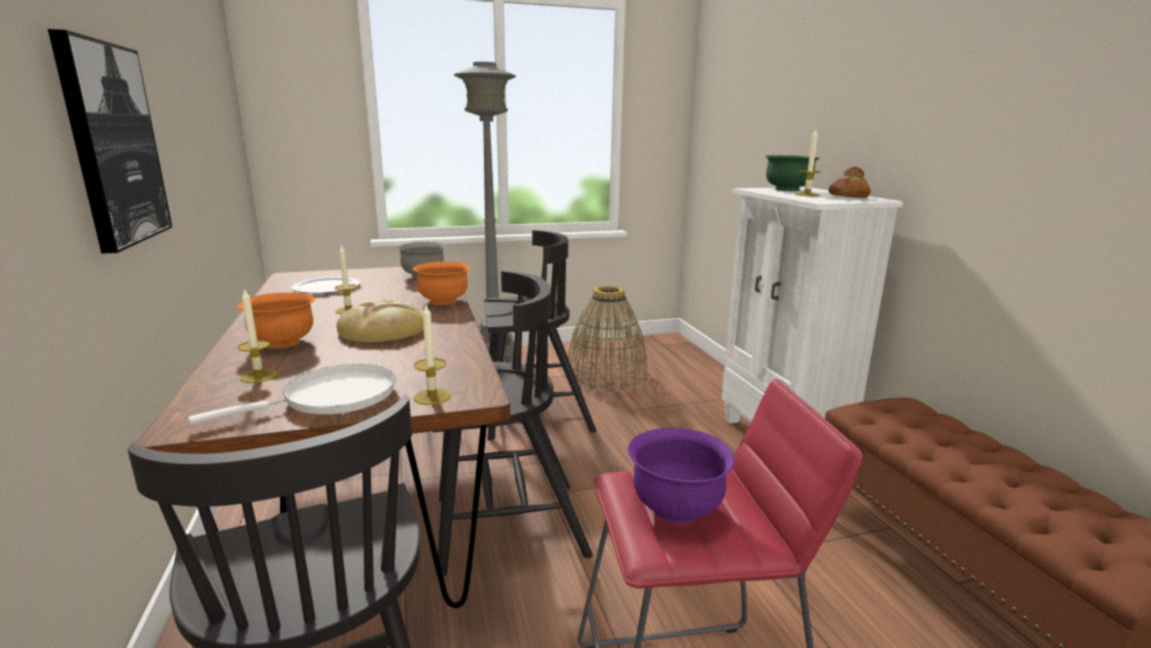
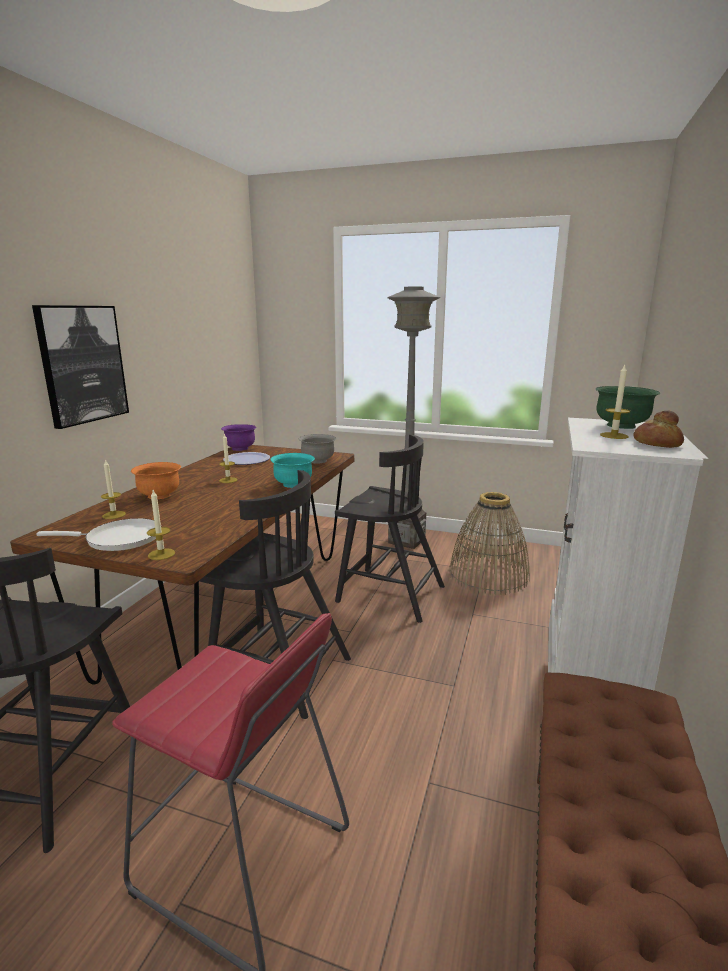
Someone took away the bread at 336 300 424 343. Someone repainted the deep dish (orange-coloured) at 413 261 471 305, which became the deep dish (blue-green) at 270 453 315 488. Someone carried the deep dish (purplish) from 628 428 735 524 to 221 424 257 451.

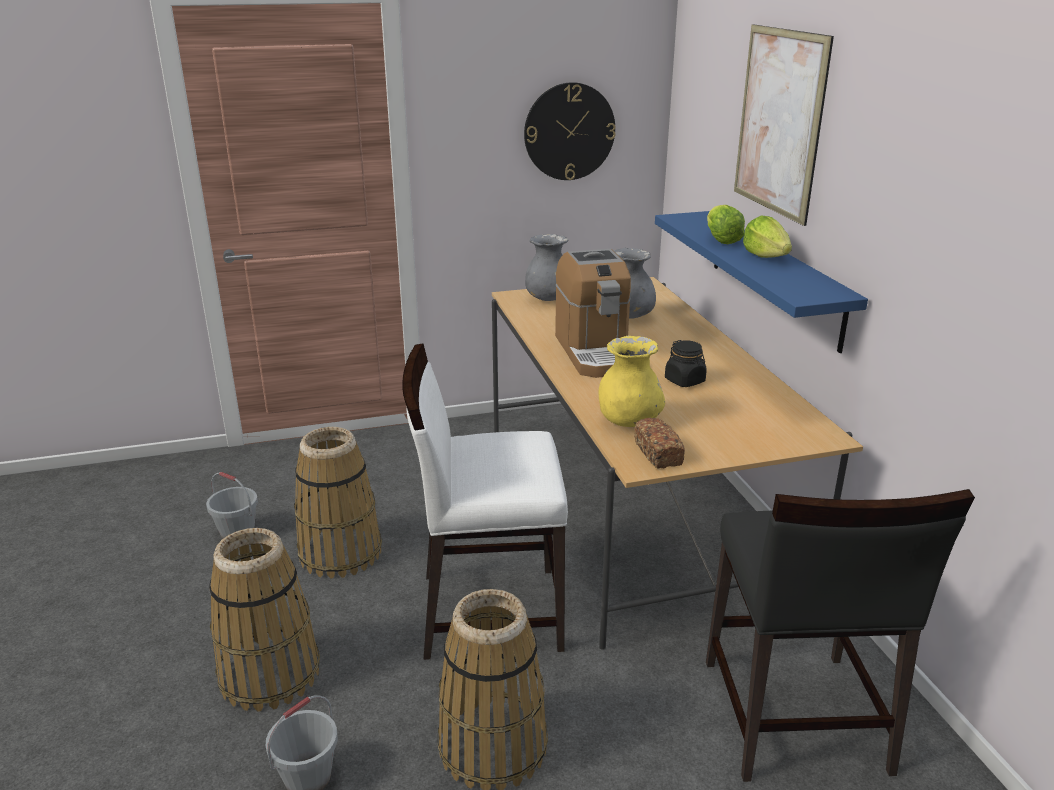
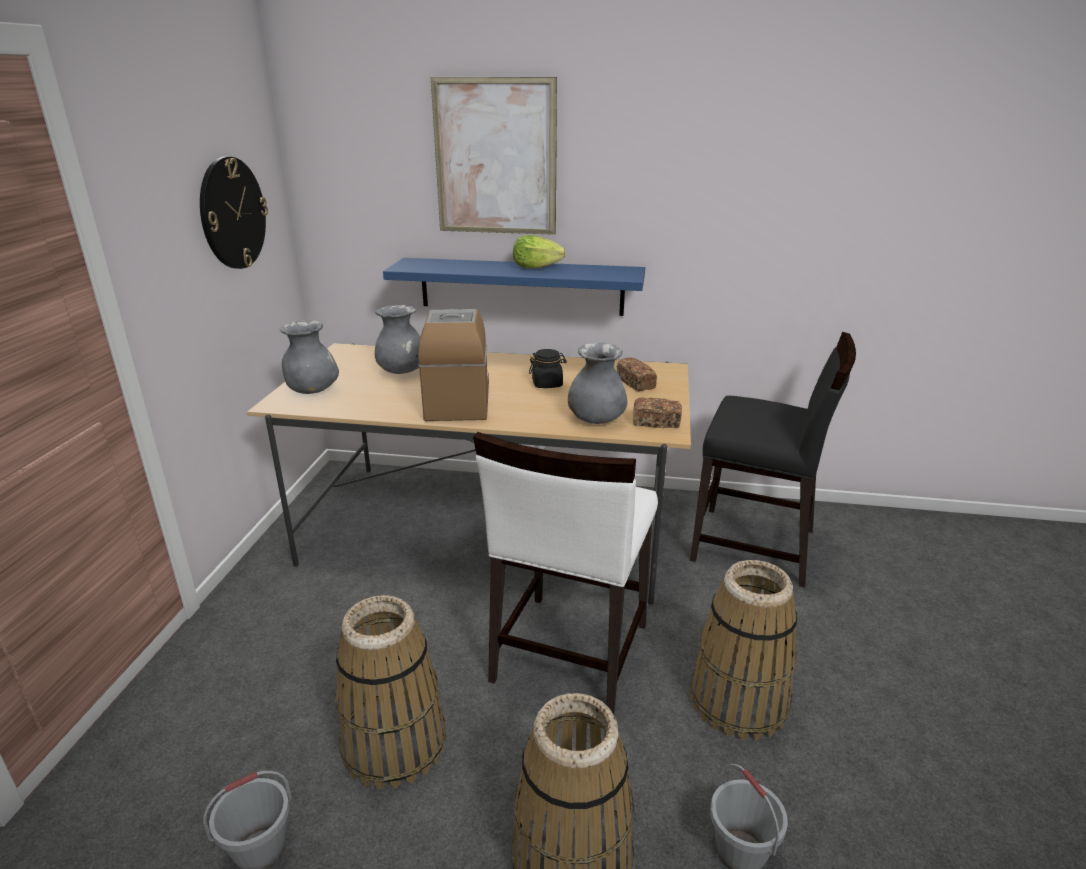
Someone rotated the coffee maker at 555 249 631 378 by 105 degrees counterclockwise. Someone repainted the decorative vase (yellow-coloured) at 599 336 665 427, which became the decorative vase (grey) at 568 342 627 424. Someone took away the head of lettuce at 707 205 745 244. Someone put down the bread at 617 357 657 391.

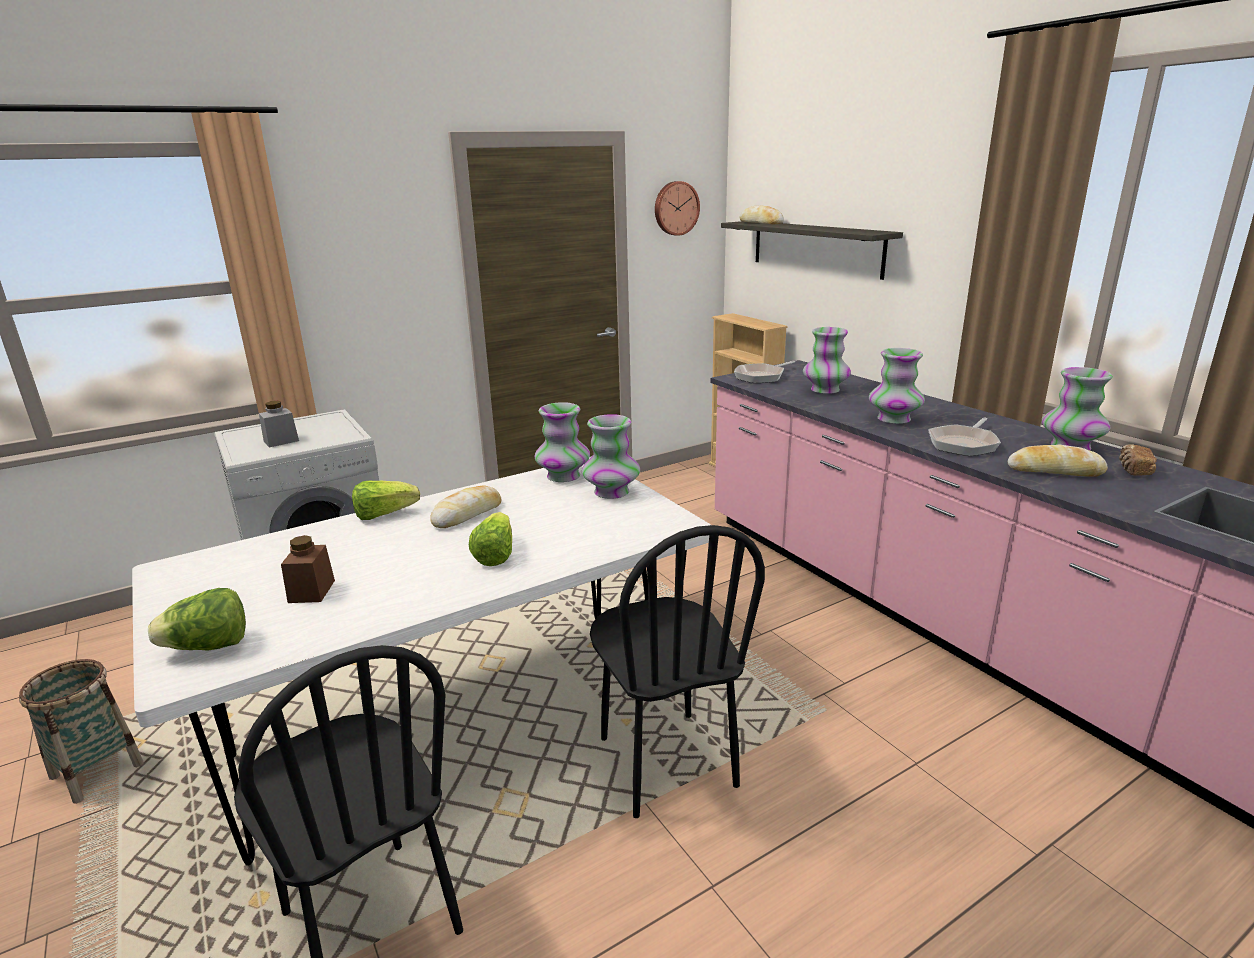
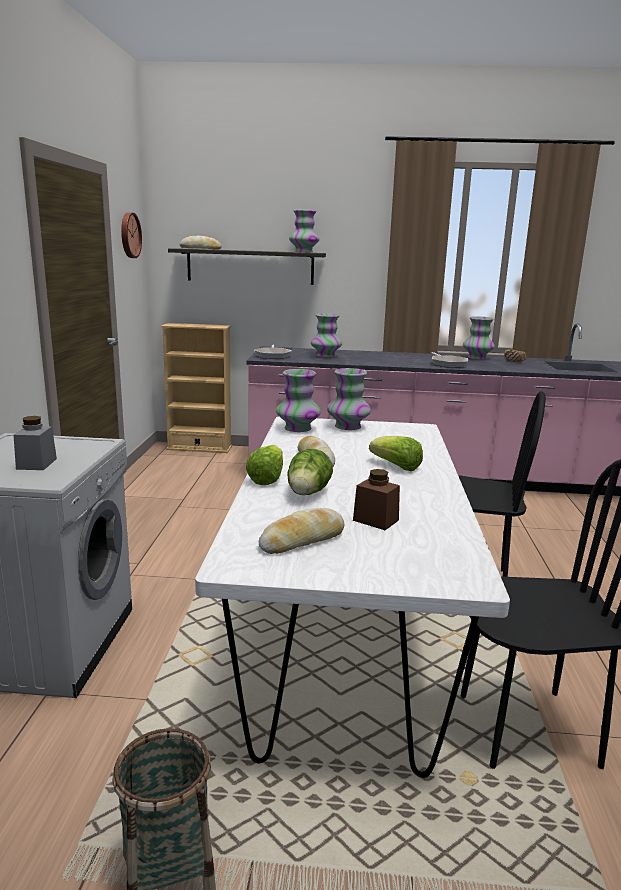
Someone carried the head of lettuce from 148 588 246 651 to 287 449 333 495. Someone carried the decorative vase from 869 348 925 424 to 289 210 319 252. Someone carried the bread from 1008 445 1108 477 to 258 508 344 554.

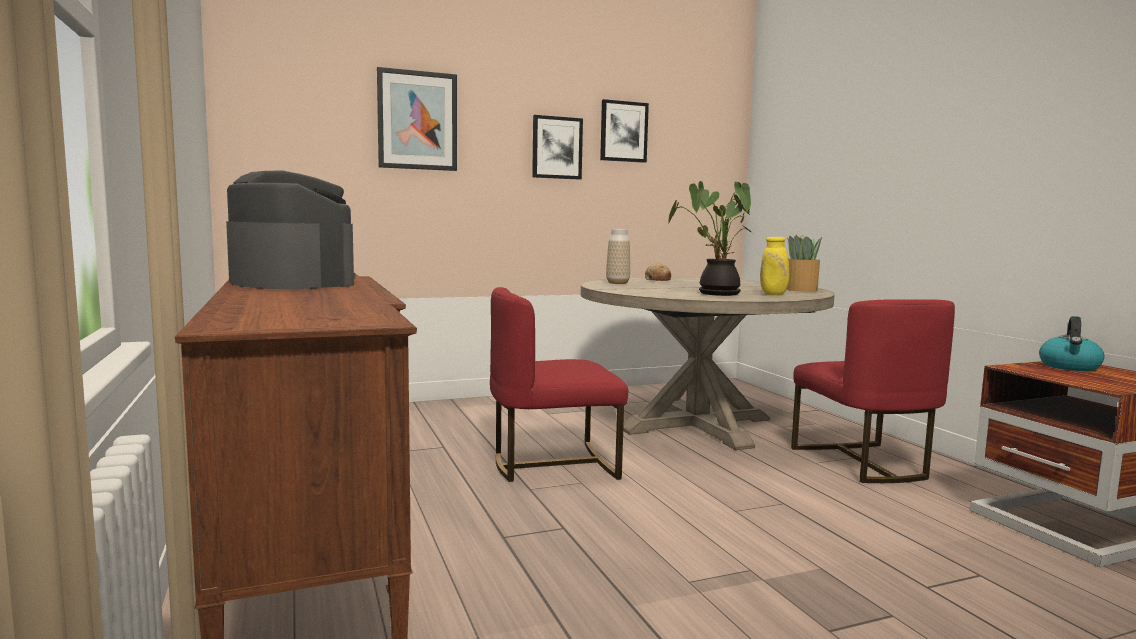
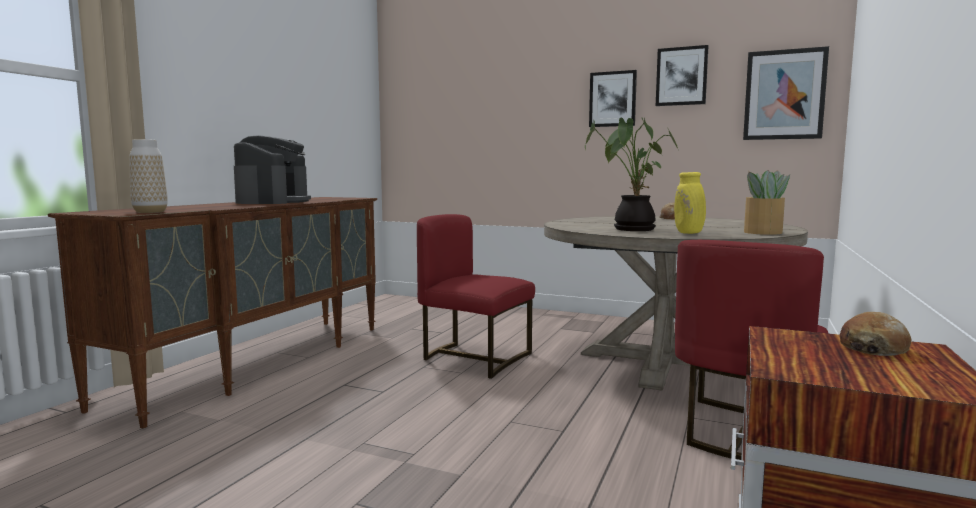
Someone carried the wall art from 377 67 457 171 to 743 46 829 140. Someone carried the decorative vase from 606 229 630 284 to 129 139 168 213. Someone swapped the kettle at 1039 316 1105 371 for the bread at 840 312 912 356.

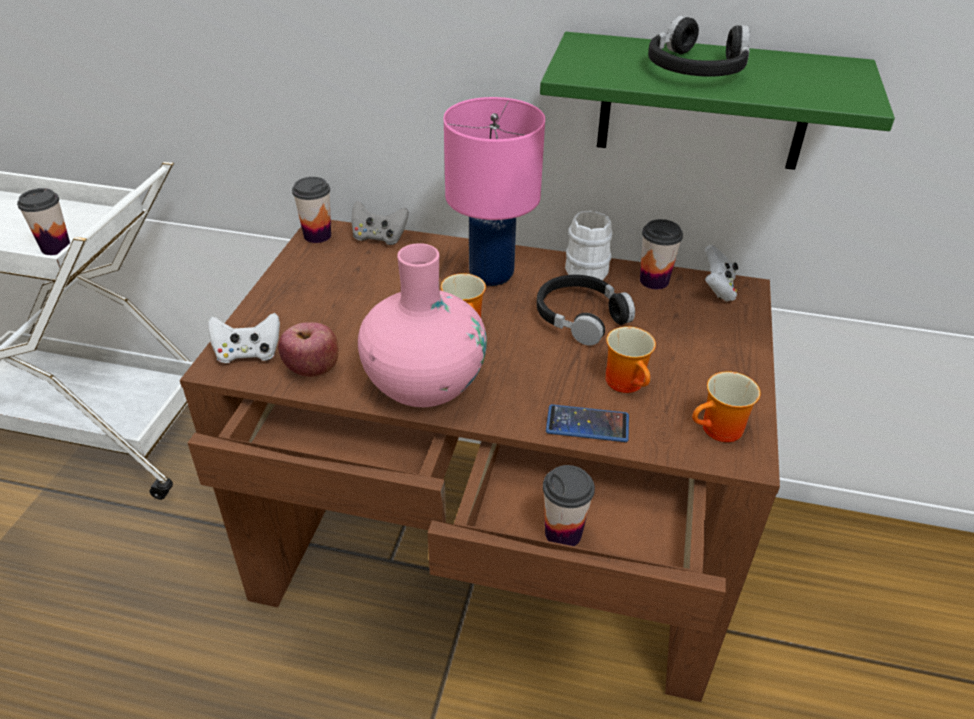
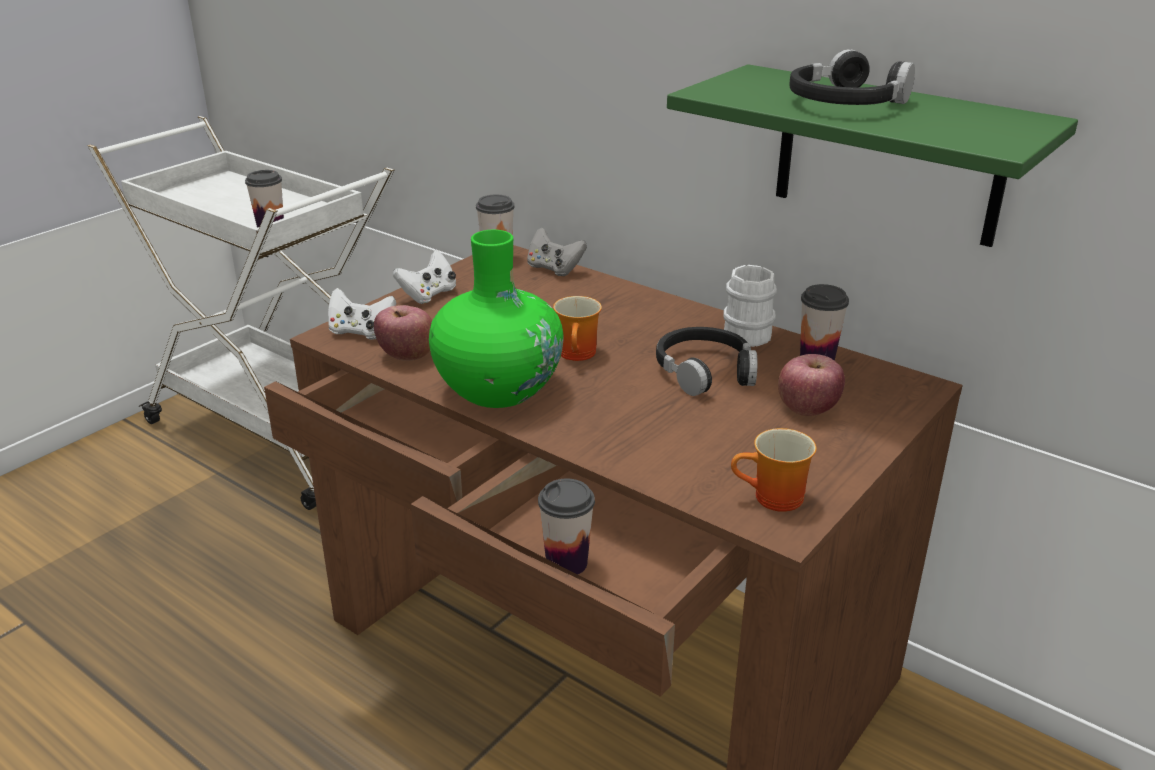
Someone repainted the decorative vase (pink-coloured) at 358 243 487 407, which became the decorative vase (greenish) at 429 230 563 408. Someone took away the lamp for a table (pink-coloured) at 444 97 545 286. Someone took away the phone at 546 404 629 442. Someone took away the coffee mug at 605 326 656 393. Someone carried the game controller (white) from 705 244 738 301 to 393 250 456 304. Someone put down the whole apple at 778 354 845 416.

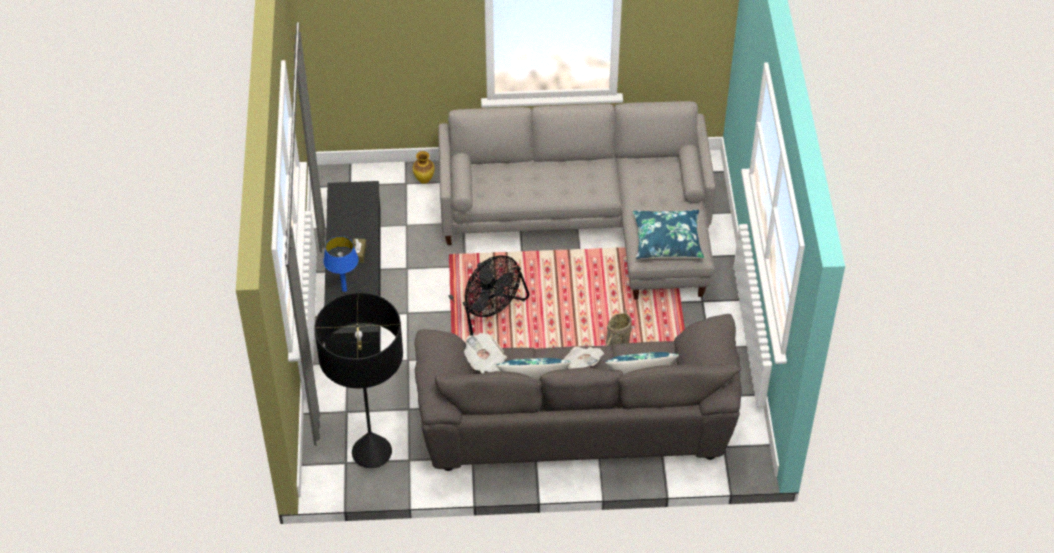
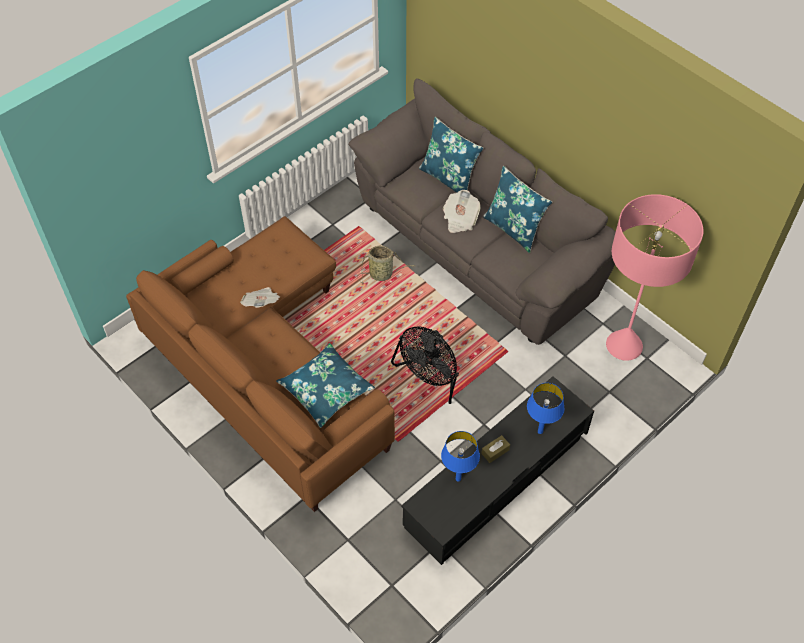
Someone repainted the standing lamp (black) at 314 292 403 468, which became the standing lamp (pink-coloured) at 606 194 703 361. Someone took away the decorative vase at 413 151 435 184. Someone repainted the sofa (grey) at 438 101 716 299, which became the sofa (brownish) at 126 216 395 512. Someone rotated the fan (black) at 449 256 529 336 by 150 degrees counterclockwise. Someone carried the newspaper from 464 333 507 373 to 240 287 280 308. Someone carried the cushion (bluish) from 633 210 704 259 to 276 343 375 428. Someone put down the lamp for a table (bluish) at 441 431 480 482.

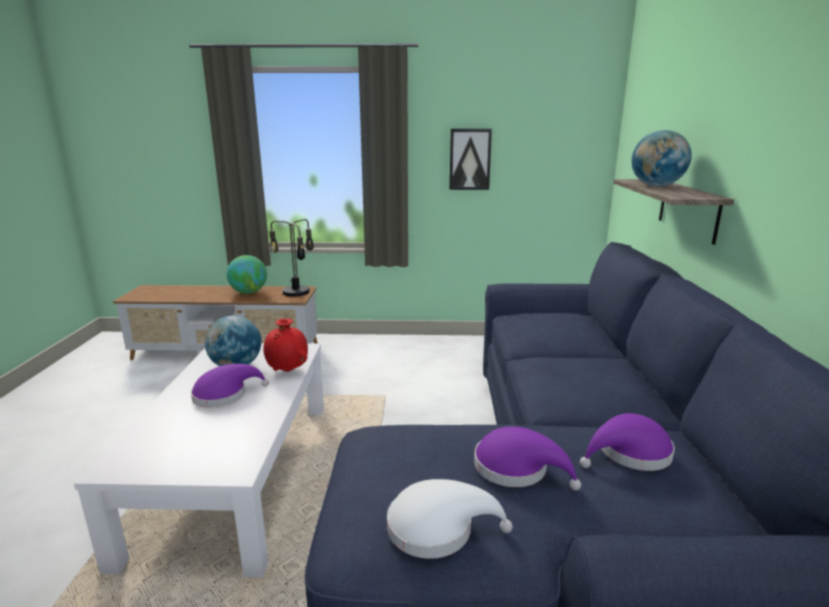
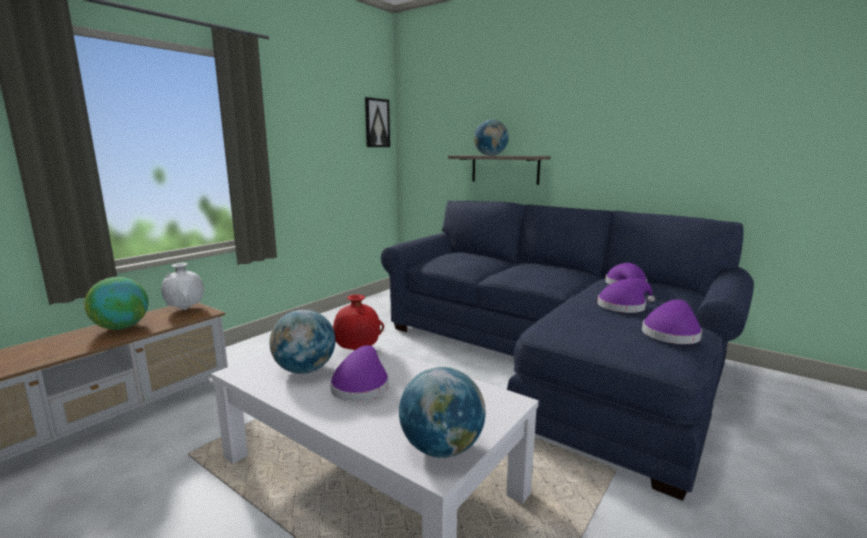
Someone swapped the lamp for a table at 270 219 314 296 for the decorative vase (white) at 161 263 204 310. Someone repainted the clothing hat (white) at 387 479 513 559, which became the clothing hat (purplish) at 642 299 702 344. Someone carried the wall art from 449 129 492 190 to 365 97 390 147. Someone put down the world globe at 399 367 486 458.

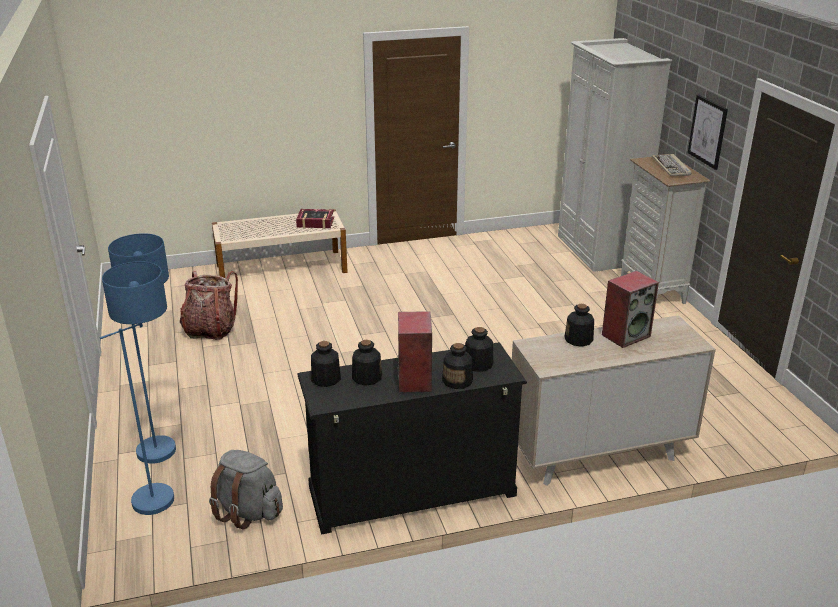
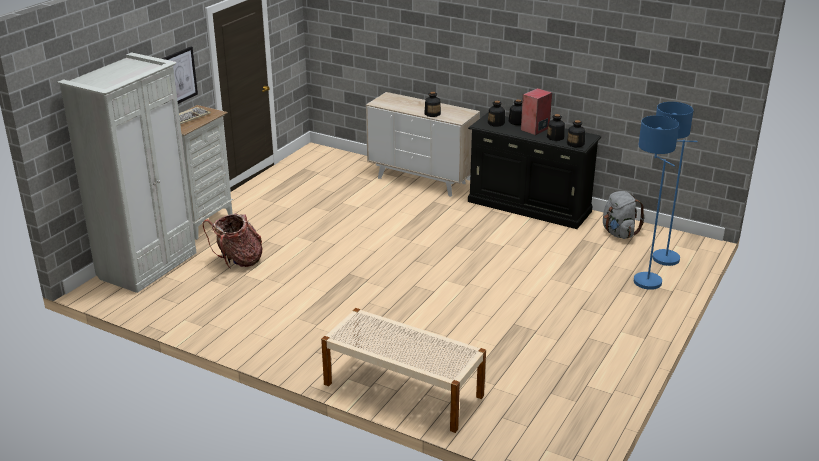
Someone carried the rucksack from 180 271 238 340 to 203 213 262 268. Someone took away the book at 296 209 334 229. Someone took away the speaker at 602 271 659 348.

